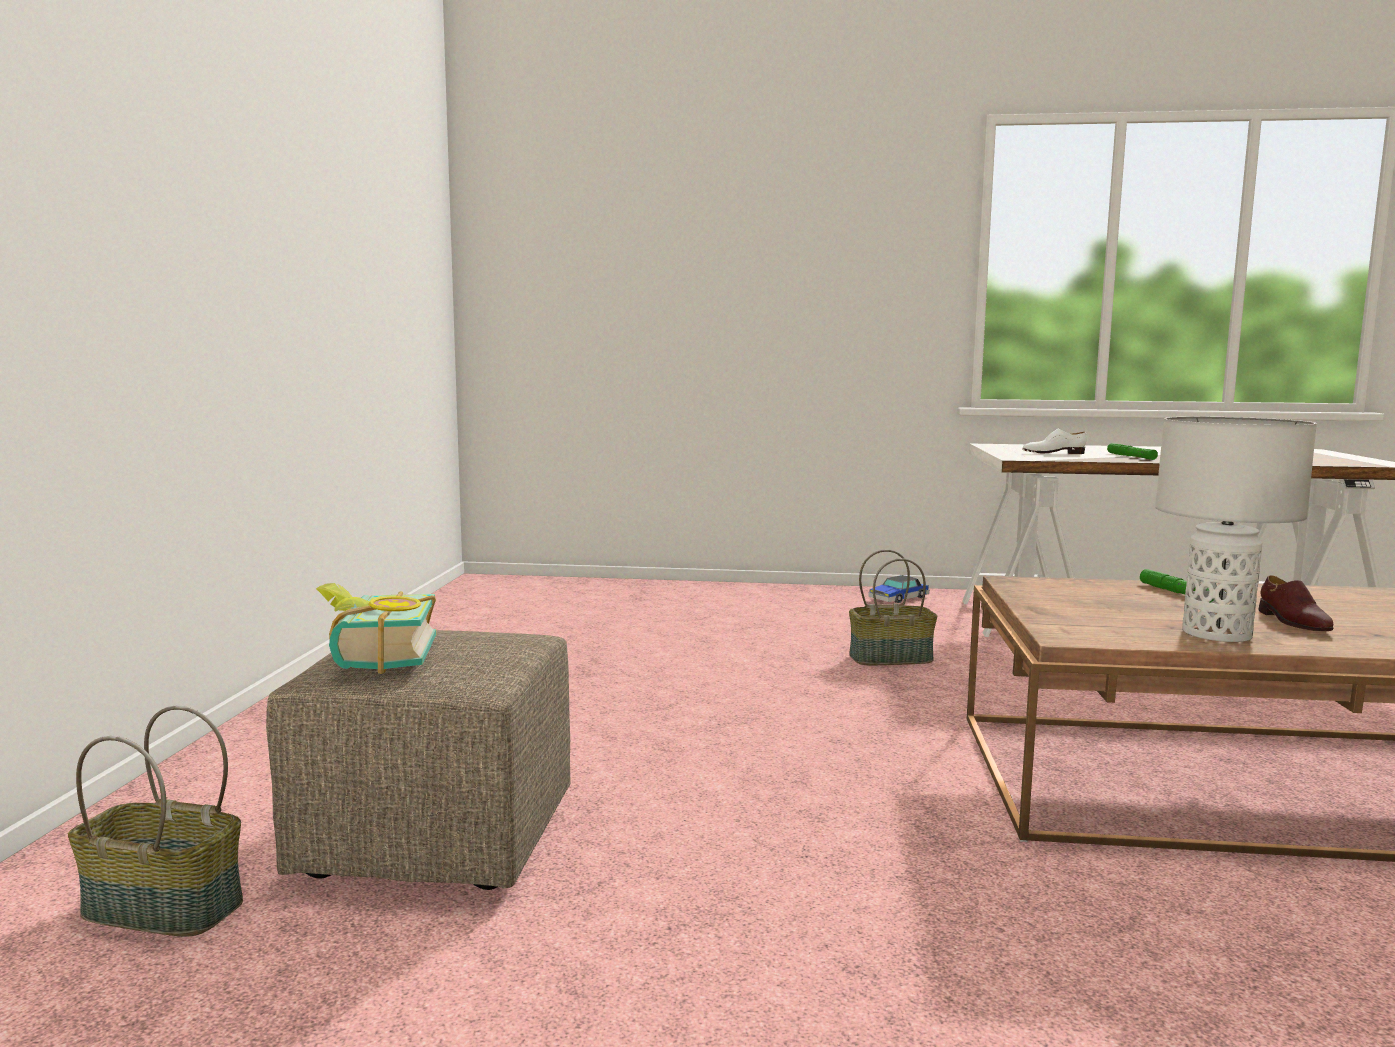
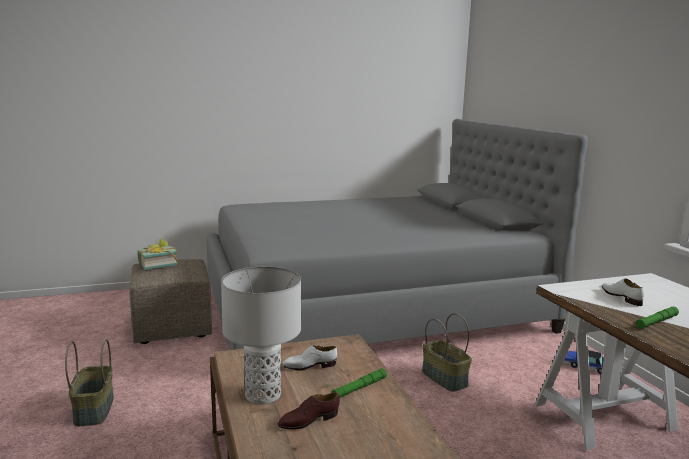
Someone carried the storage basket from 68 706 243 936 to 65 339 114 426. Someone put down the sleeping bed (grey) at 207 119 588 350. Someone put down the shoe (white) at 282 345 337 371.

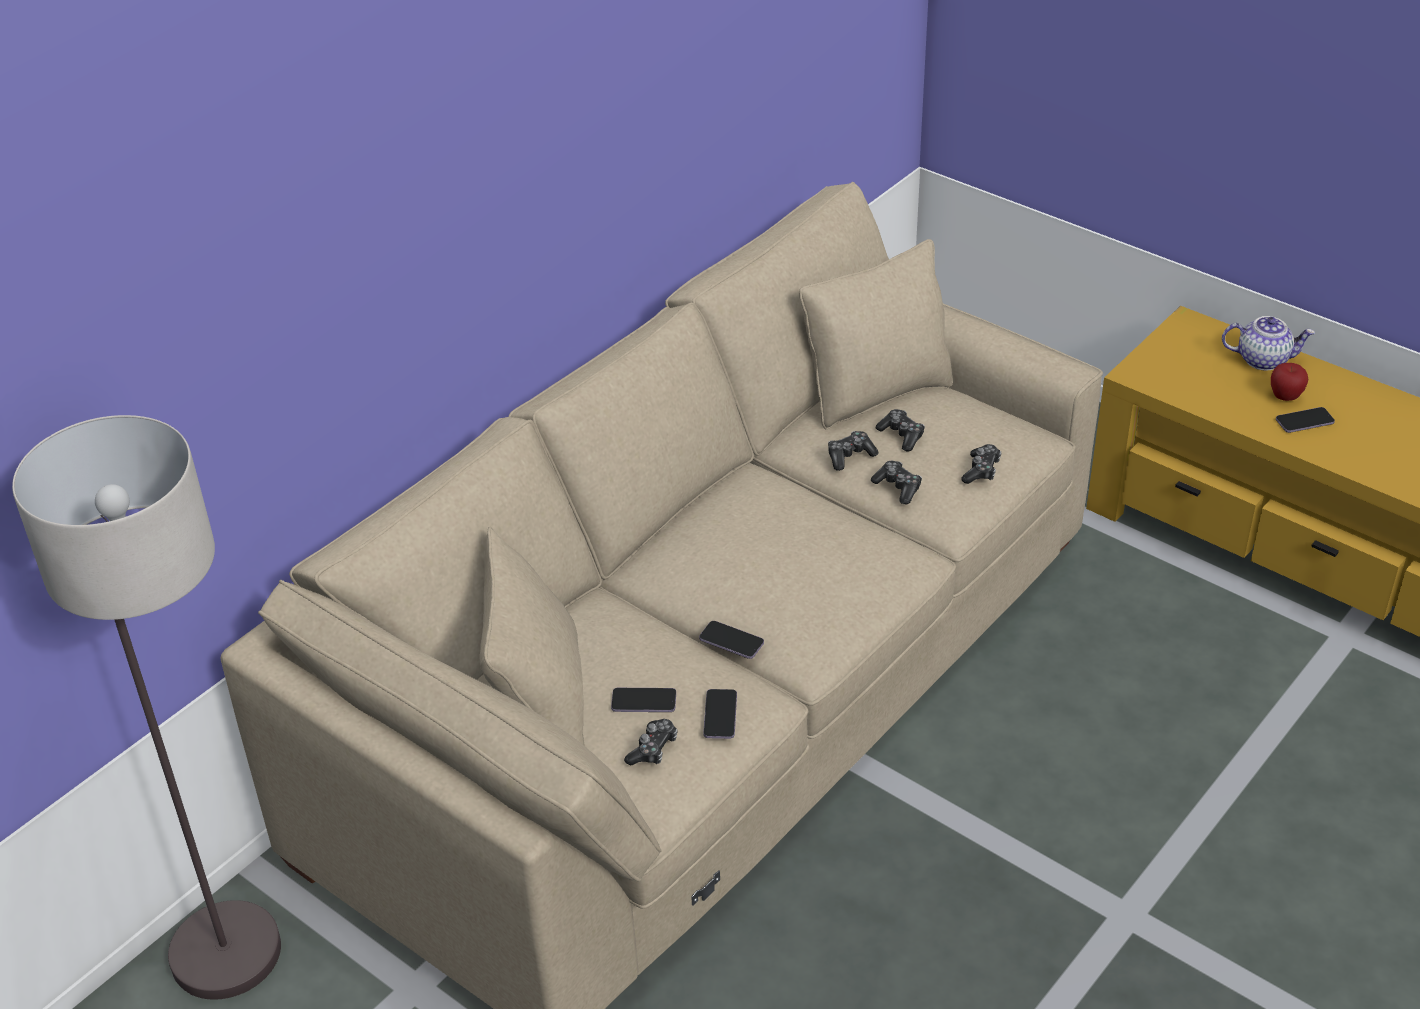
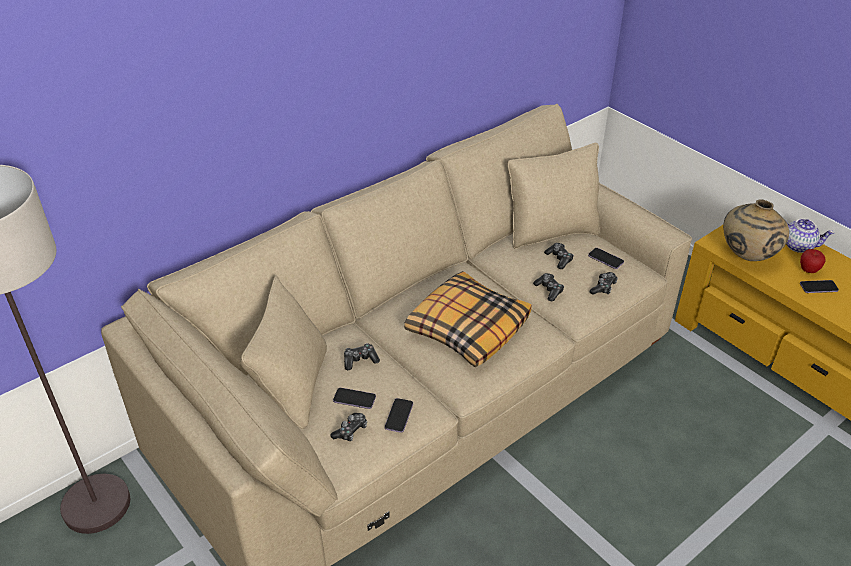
Someone carried the phone from 699 621 764 659 to 588 248 624 269. Someone carried the game controller from 828 431 879 471 to 344 343 380 370. Someone put down the cushion at 404 271 532 367. Someone put down the decorative vase (beige) at 723 199 789 261.

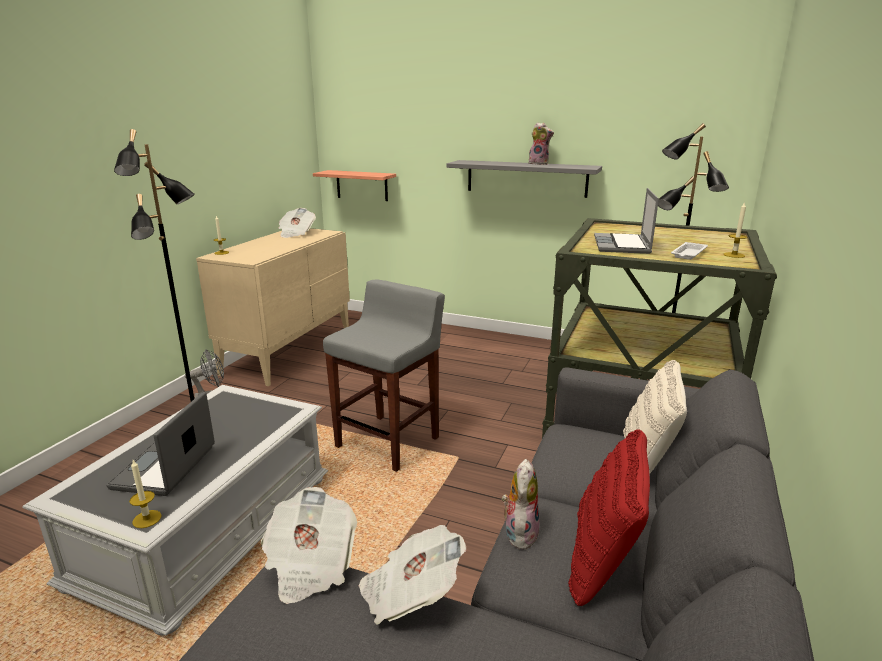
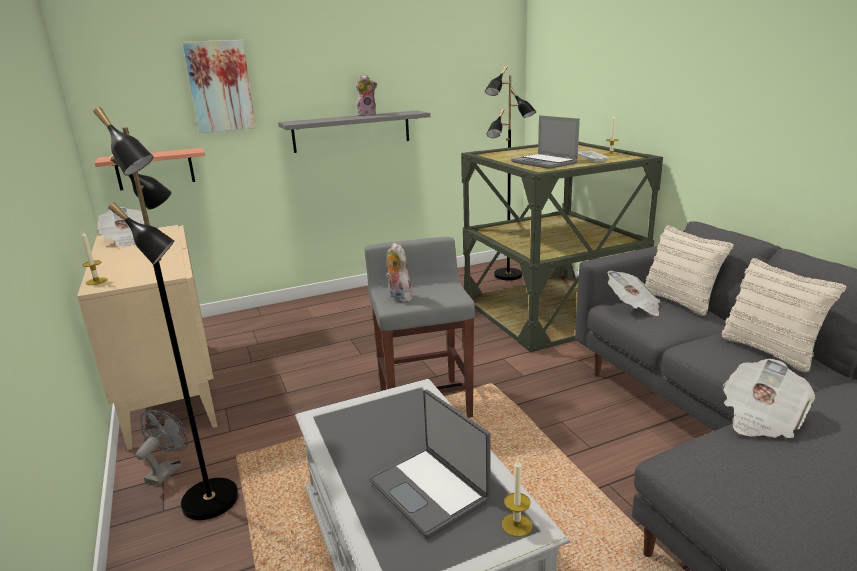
Someone carried the newspaper from 261 487 357 604 to 608 270 660 316. Someone carried the plush toy from 502 459 539 549 to 386 243 413 303. Someone repainted the cushion (reddish) at 568 429 650 606, which became the cushion (beige) at 722 258 847 372. Someone put up the wall art at 182 40 256 133.

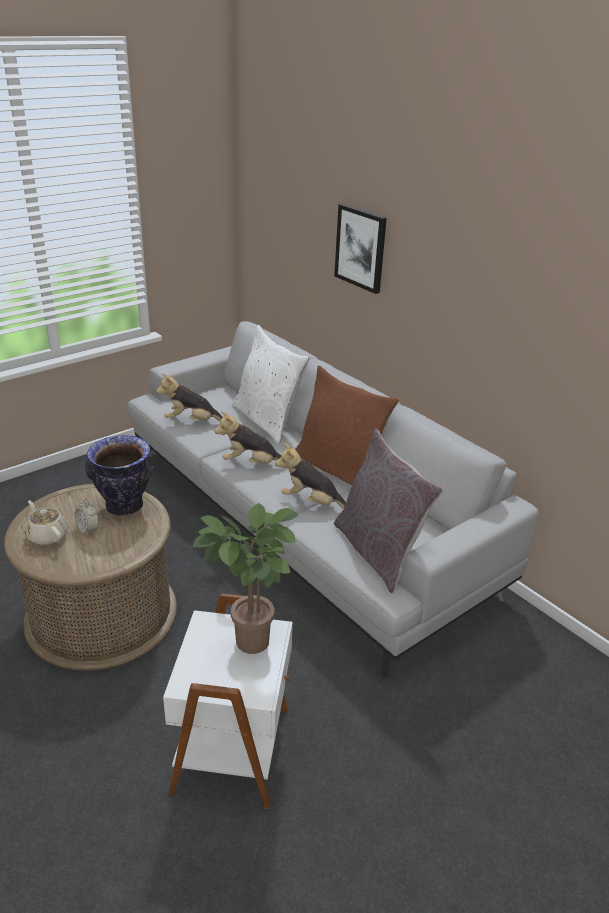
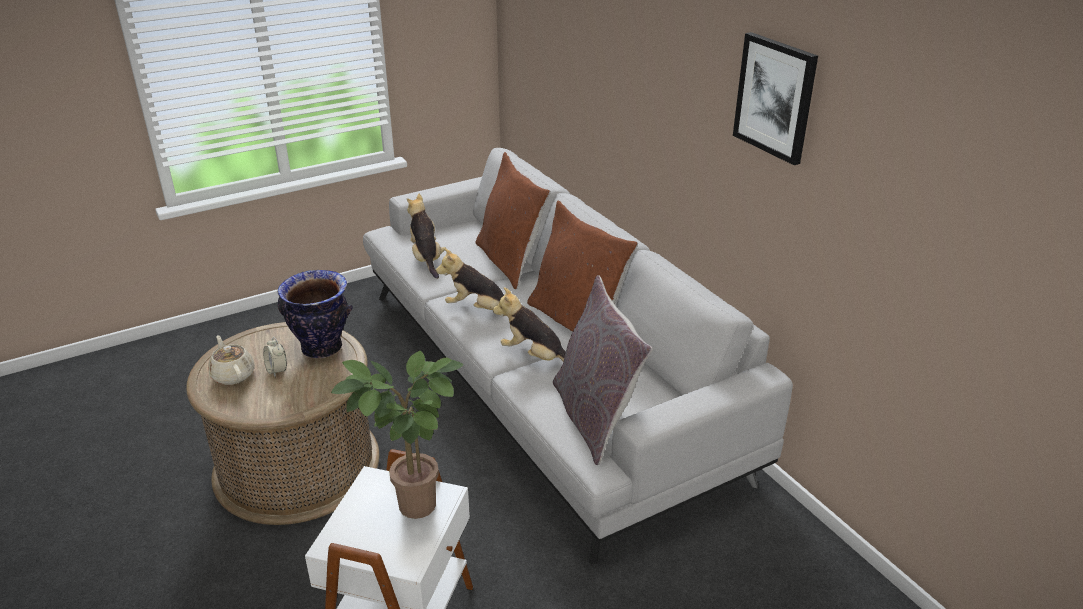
Someone rotated the plush toy at 156 373 223 421 by 60 degrees clockwise. Someone repainted the cushion (white) at 232 325 309 444, which became the cushion (brownish) at 476 152 551 289. Someone carried the wall art from 334 204 387 294 to 733 32 818 165.

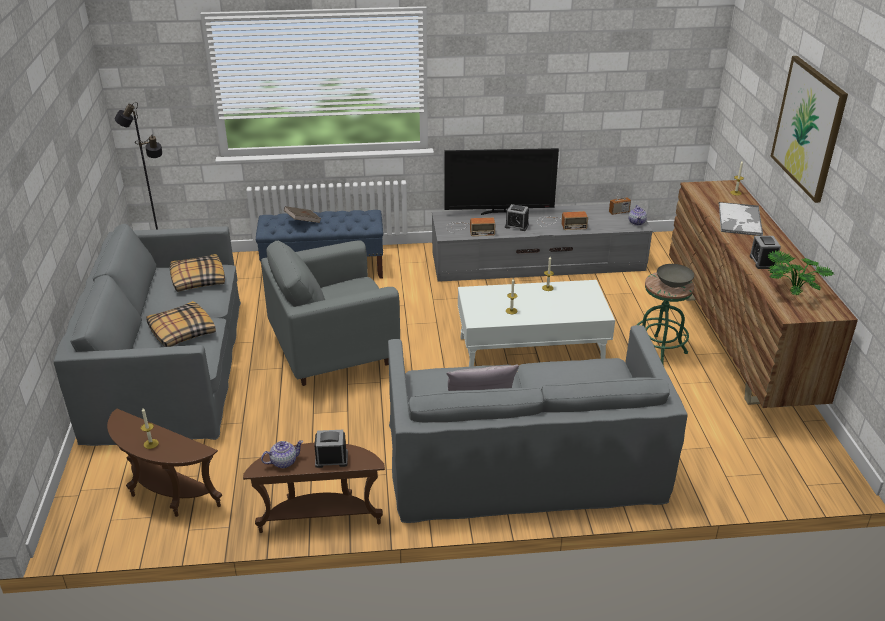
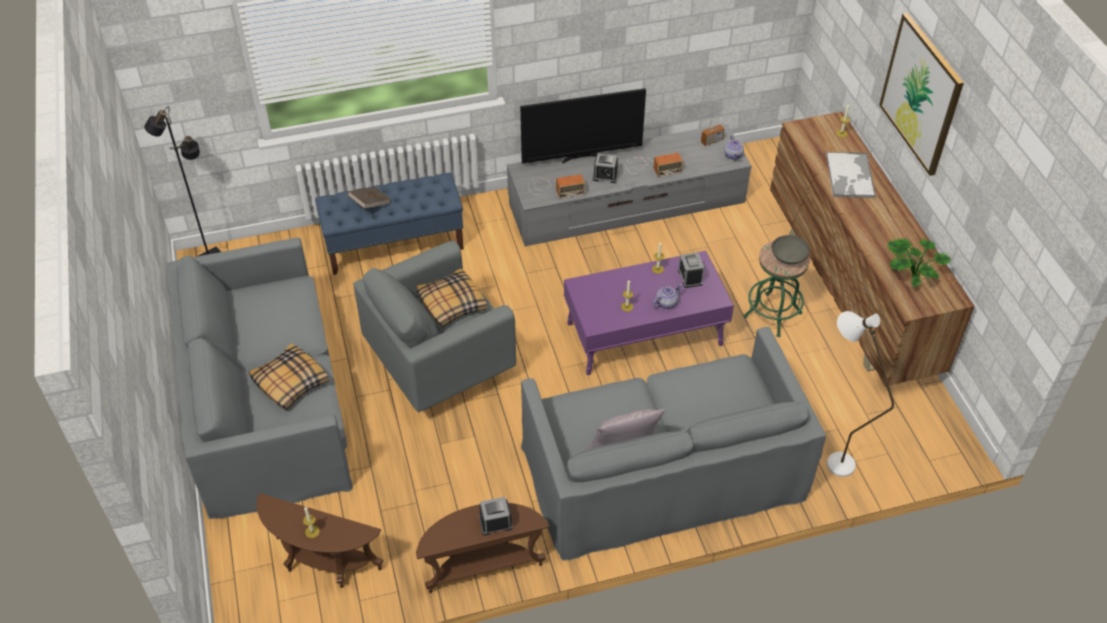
Someone carried the cushion from 170 254 225 292 to 416 269 487 327. Someone carried the tea pot from 261 440 304 468 to 653 284 682 309. Someone repainted the low table (white) at 458 280 615 367, which became the low table (purplish) at 564 251 734 375. Someone carried the table clock from 750 236 781 269 to 678 252 704 288. Someone put down the standing lamp (white) at 827 311 894 477.

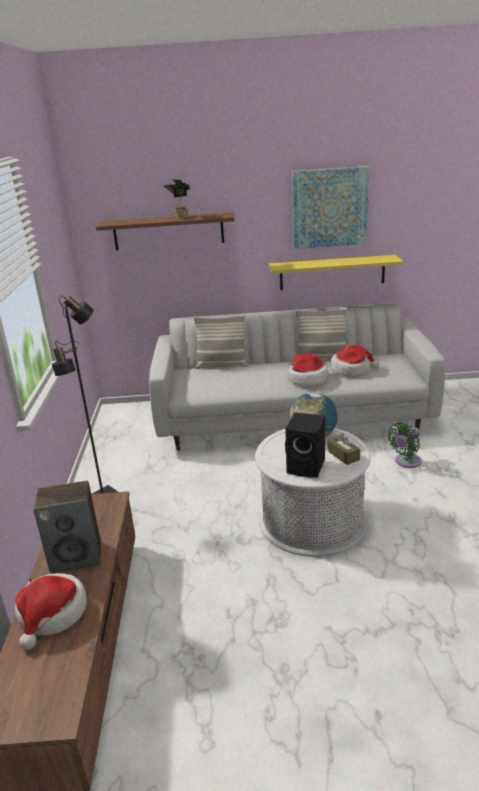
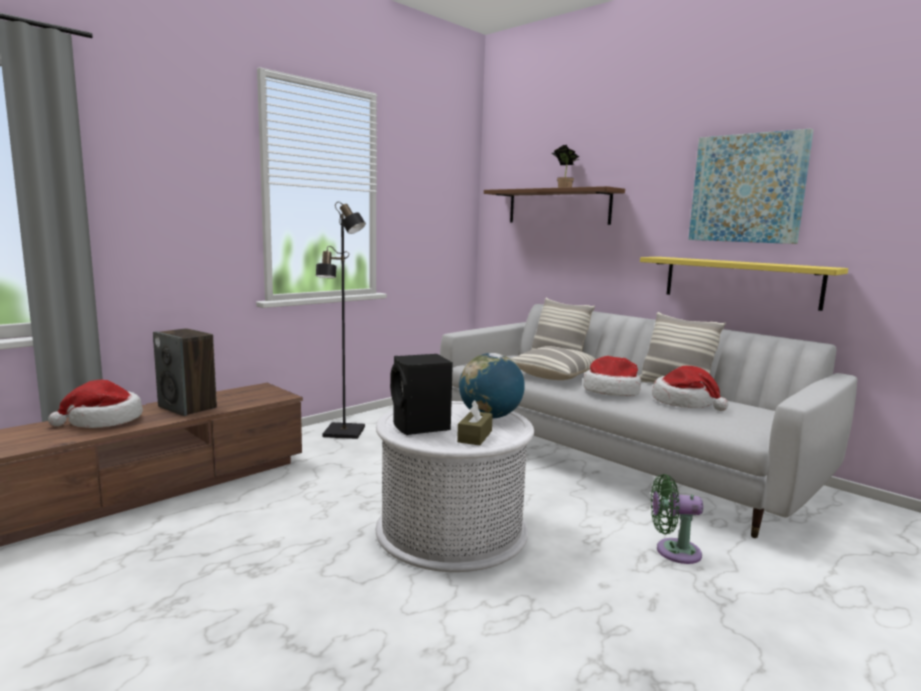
Someone put down the cushion at 511 346 596 380.

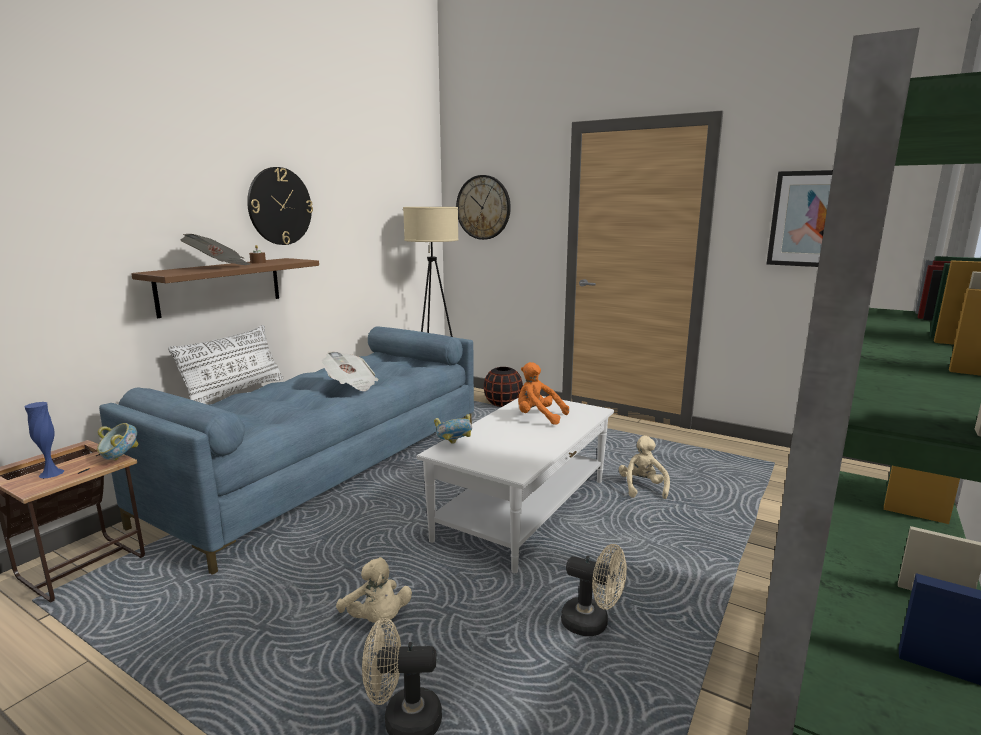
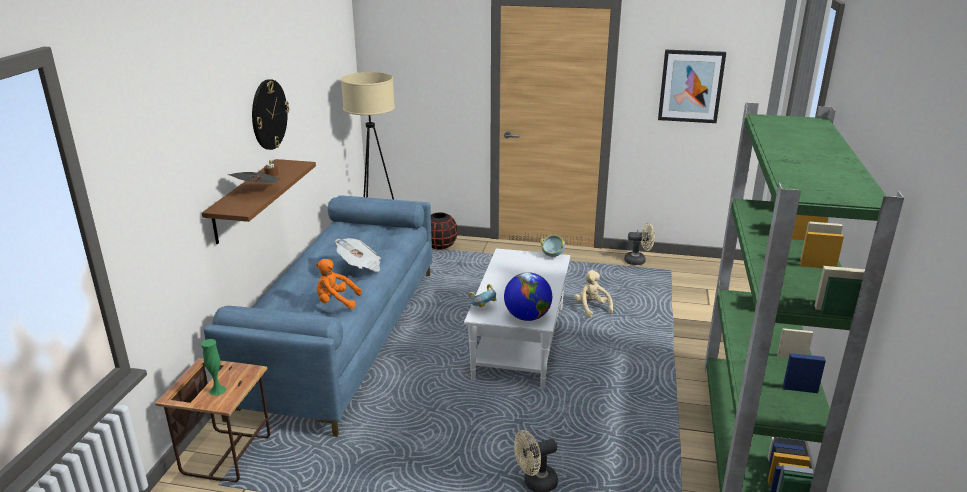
Someone repainted the decorative vase (bluish) at 25 402 64 478, which became the decorative vase (greenish) at 201 339 226 396. Someone carried the deep dish from 97 423 139 461 to 540 235 565 257. Someone took away the cushion (white) at 168 325 284 404. Someone took away the plush toy (beige) at 336 557 412 623. Someone took away the wall clock at 456 175 511 240. Someone carried the plush toy (orange-coloured) from 518 362 569 425 to 316 259 362 309. Someone carried the fan (beige) from 561 544 627 636 to 624 223 655 265. Someone put down the world globe at 504 272 552 321.

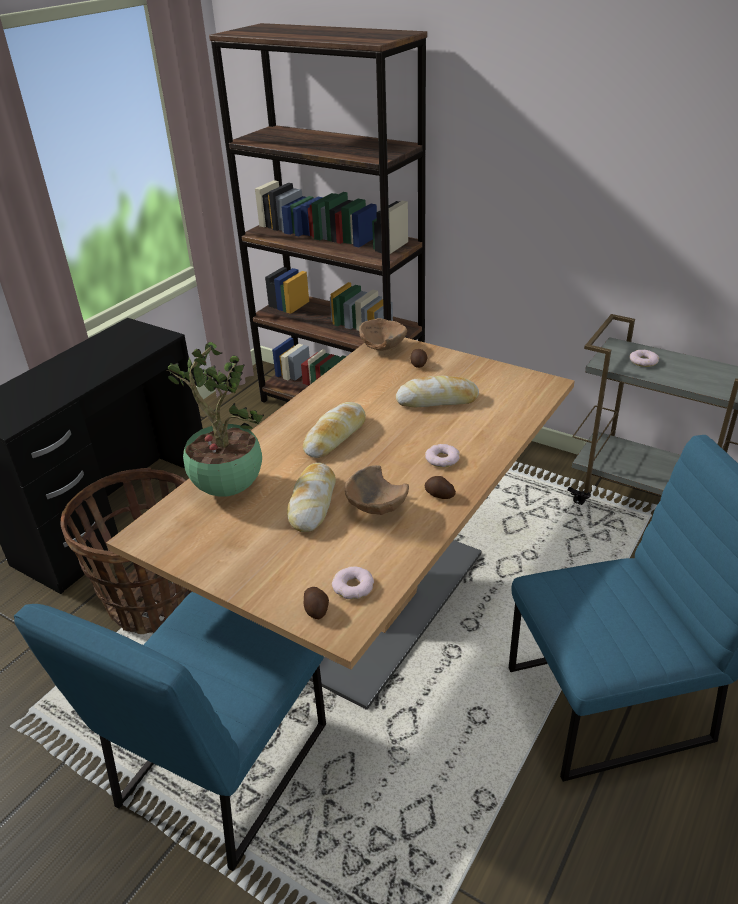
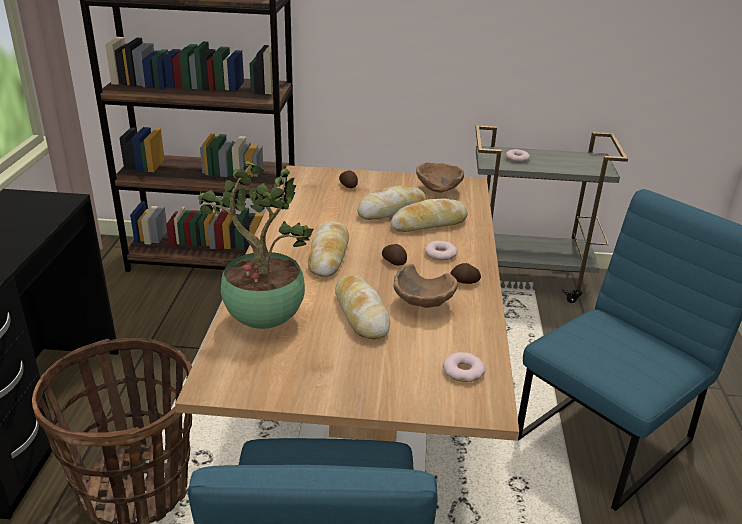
Someone carried the spud from 304 587 329 619 to 382 244 407 266. Someone carried the deep dish (brownish) from 359 318 407 351 to 416 162 464 193. Someone put down the bread at 391 199 468 232.

